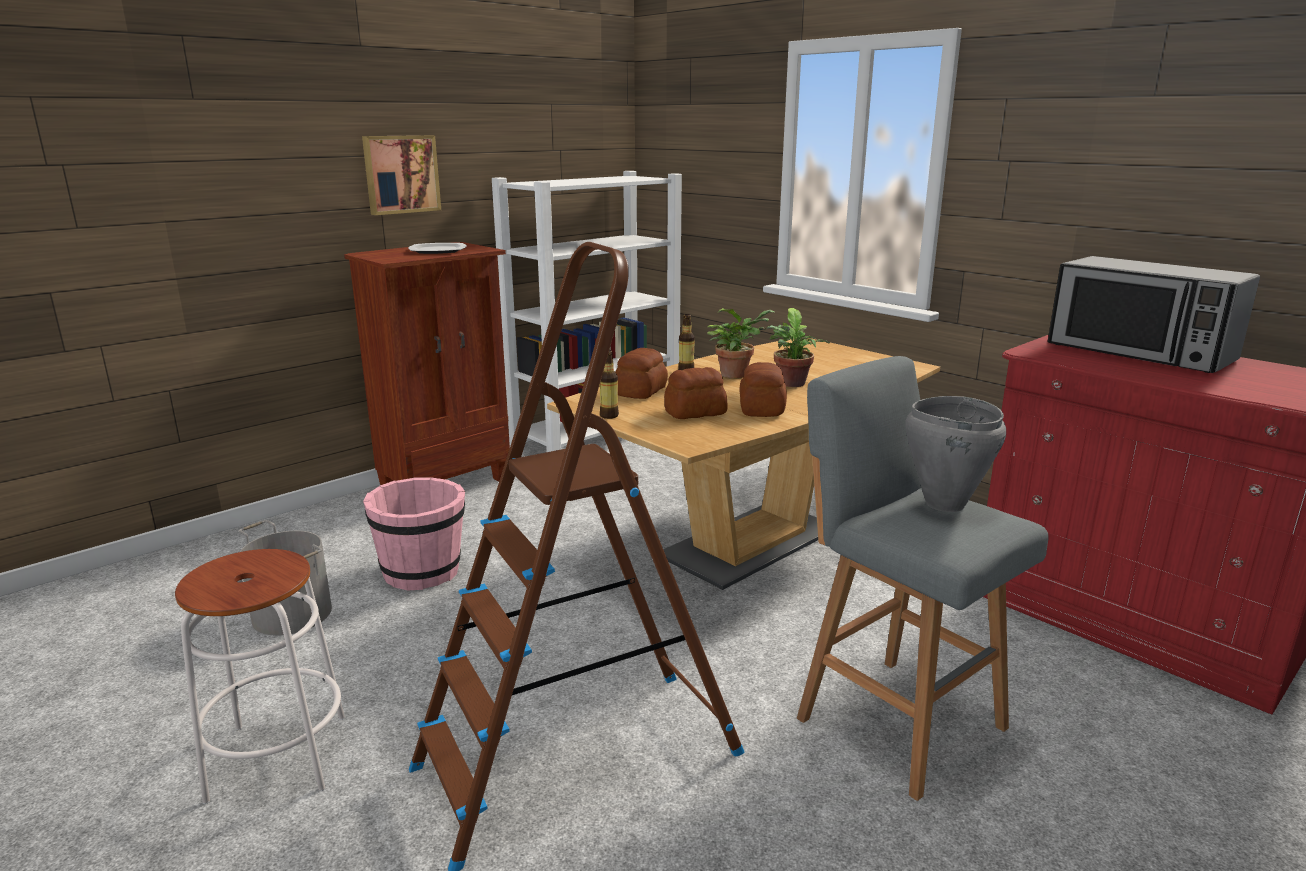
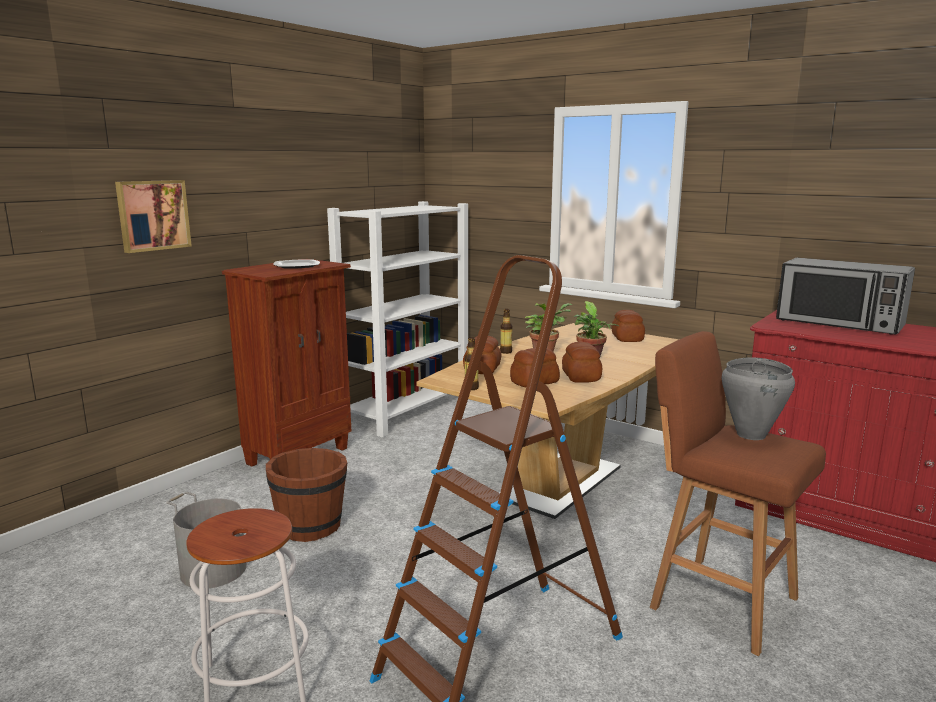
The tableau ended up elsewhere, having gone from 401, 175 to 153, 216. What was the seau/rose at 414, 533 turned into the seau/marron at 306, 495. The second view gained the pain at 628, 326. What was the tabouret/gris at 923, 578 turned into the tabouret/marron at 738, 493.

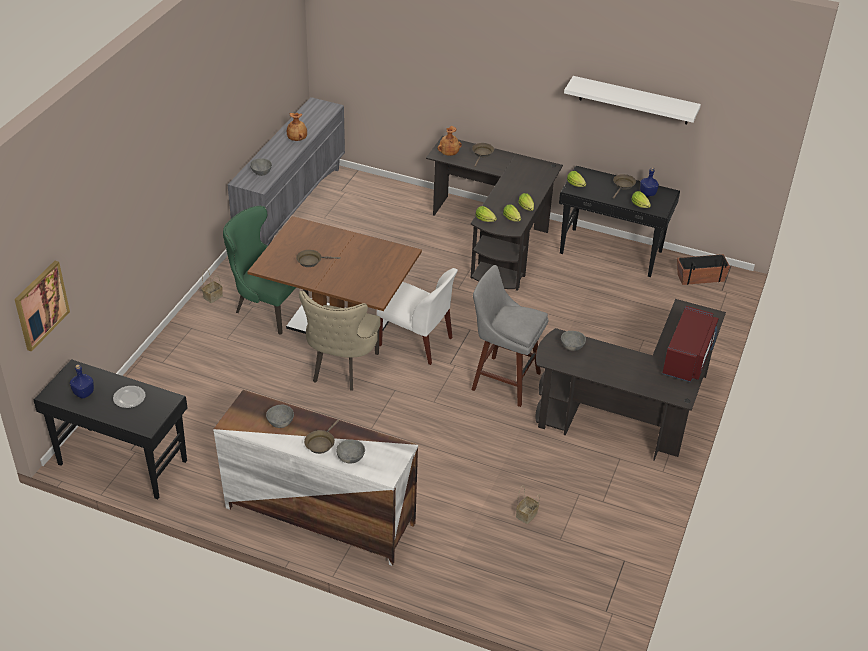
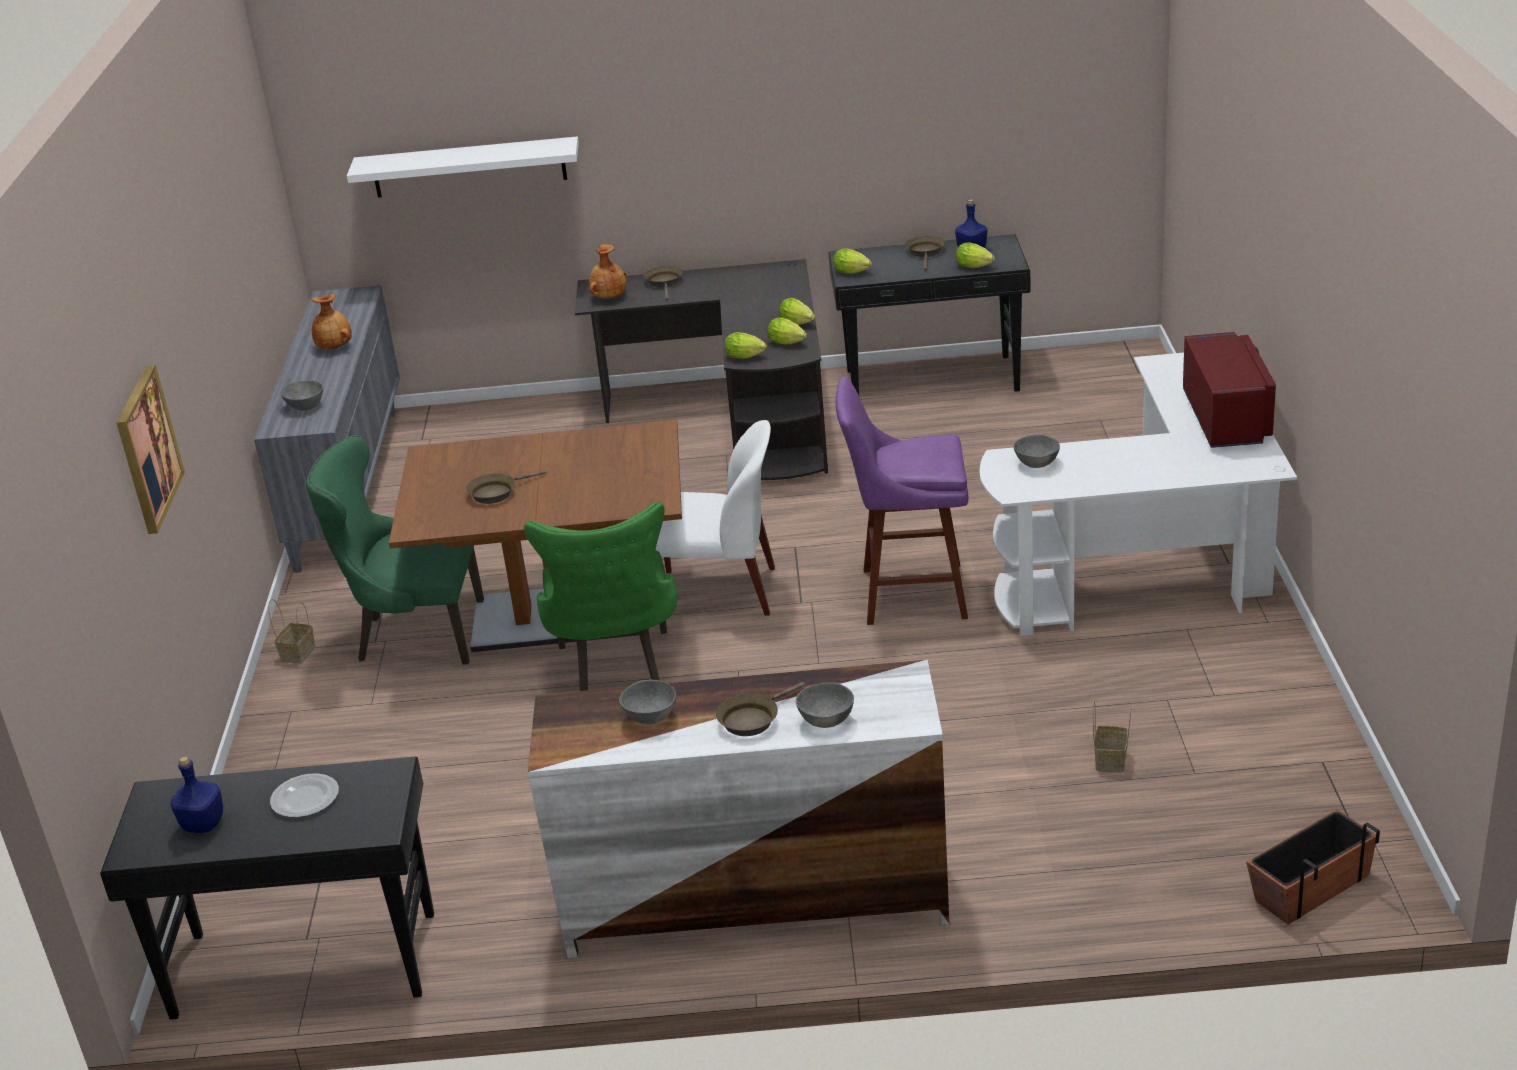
The tableau ended up elsewhere, having gone from 42, 306 to 150, 449. The étagère/blanc ended up elsewhere, having gone from 632, 100 to 463, 167. What was the chaise/beige at 340, 341 turned into the chaise/vert at 600, 596. The poêle/marron at 321, 436 ended up facing another way, 45 degrees clockwise from before. What was the tabouret/gris at 509, 336 turned into the tabouret/violet at 901, 500. What was the bureau/noir at 630, 380 turned into the bureau/blanc at 1138, 494. The cache-pot ended up elsewhere, having gone from 703, 269 to 1313, 866.

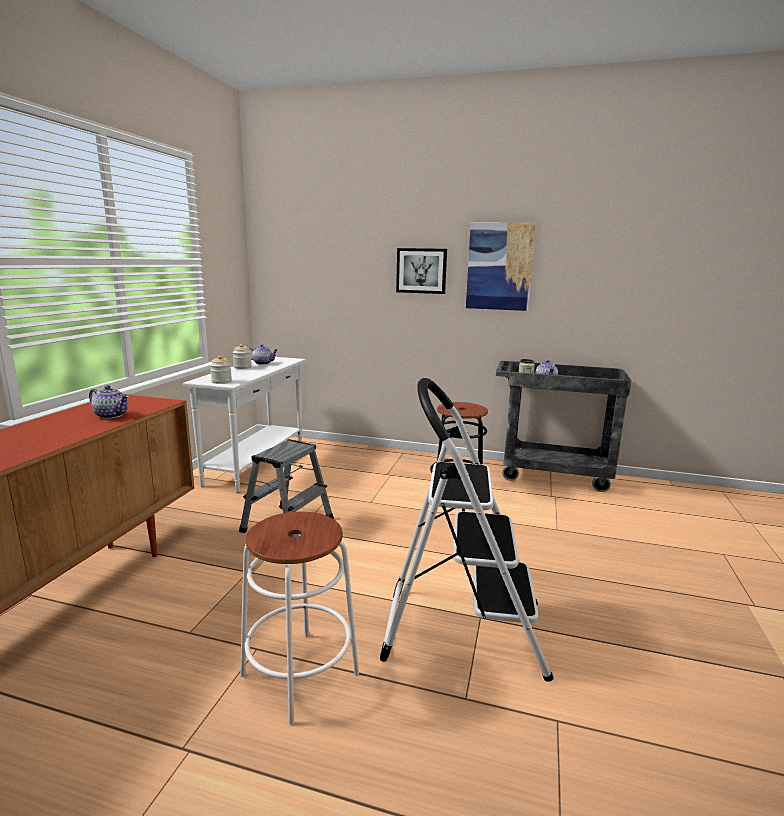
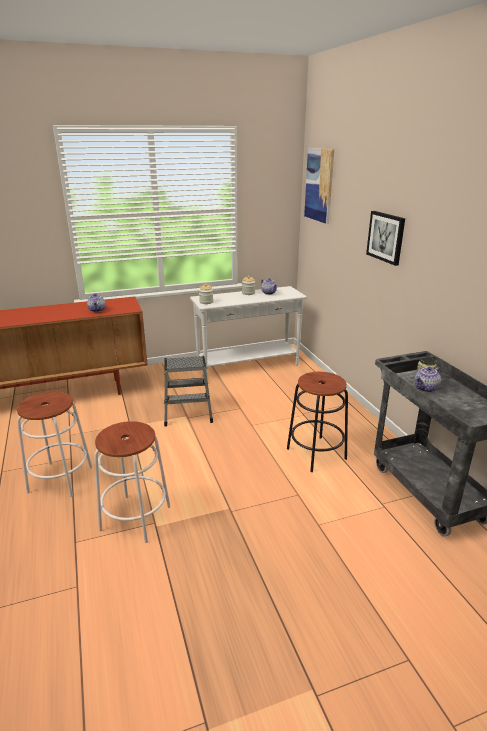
Where the escabeau stood at 466, 530, the tabouret/blanc came to stand at 132, 482. The tableau ended up elsewhere, having gone from 501, 267 to 319, 186.

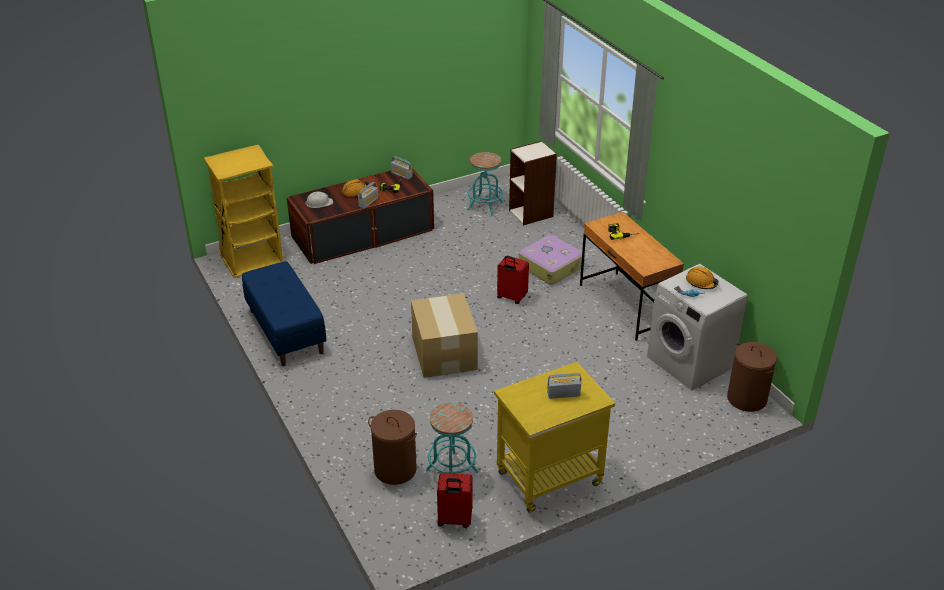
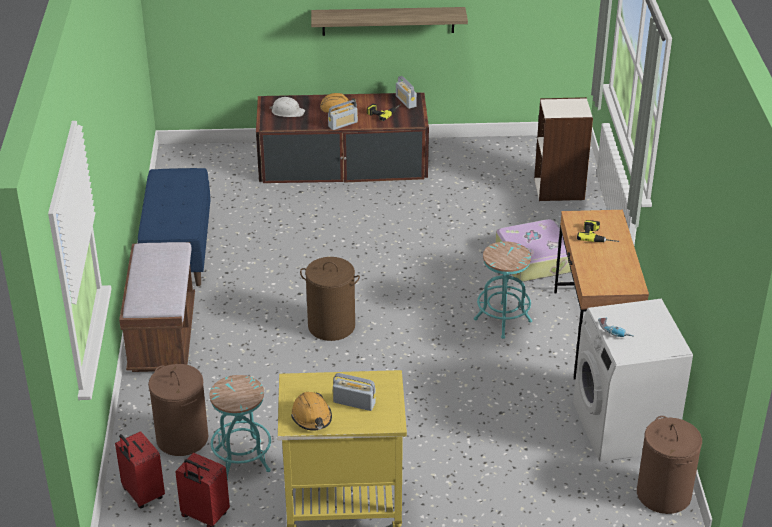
The valise/rouge ended up elsewhere, having gone from 513, 279 to 140, 469. The second view gained the banc/marron at 157, 307. The casque de chantier/orange ended up elsewhere, having gone from 702, 278 to 311, 411. Where the carton stood at 444, 335, the panier à linge/marron came to stand at 330, 299. The second view gained the étagère at 389, 21. The tabouret/turquoise ended up elsewhere, having gone from 485, 184 to 503, 290. The second view lost the bibliothèque/jaune at 244, 211.

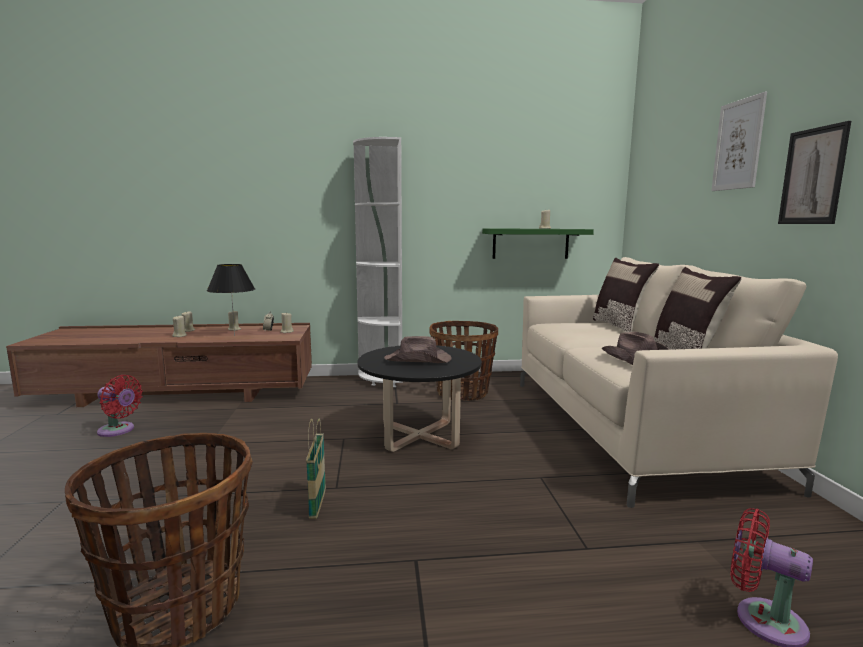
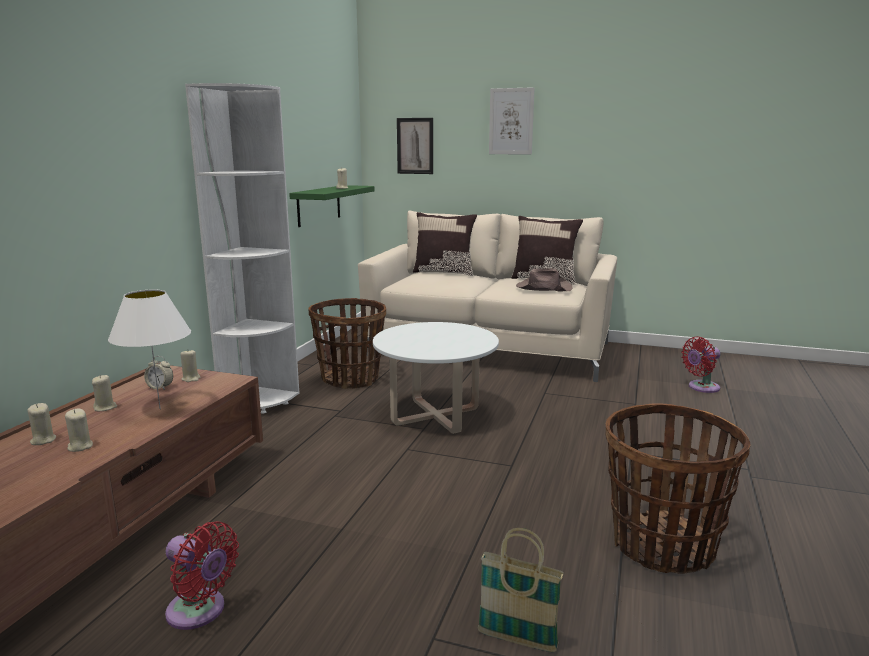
What was the lampe de table/noir at 231, 300 turned into the lampe de table/blanc at 149, 349. The ventilateur/rouge at 120, 406 ended up facing another way, 75 degrees clockwise from before. What was the table basse/noir at 419, 398 turned into the table basse/blanc at 436, 378. The tableau ended up elsewhere, having gone from 814, 172 to 415, 146. The panier ended up elsewhere, having gone from 316, 469 to 521, 590. The second view lost the chapeau/marron at 418, 349.

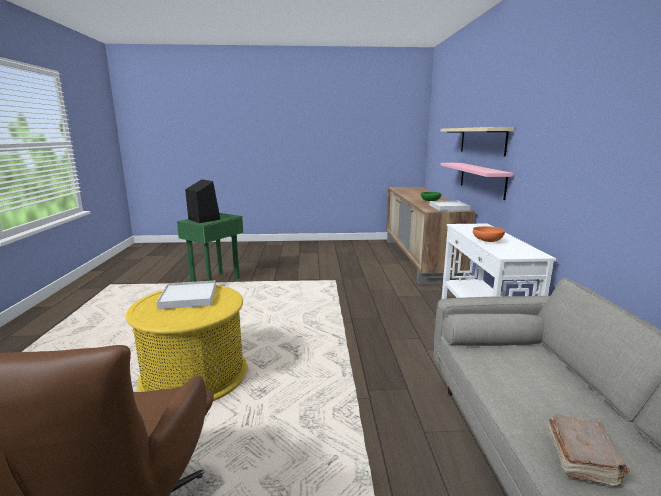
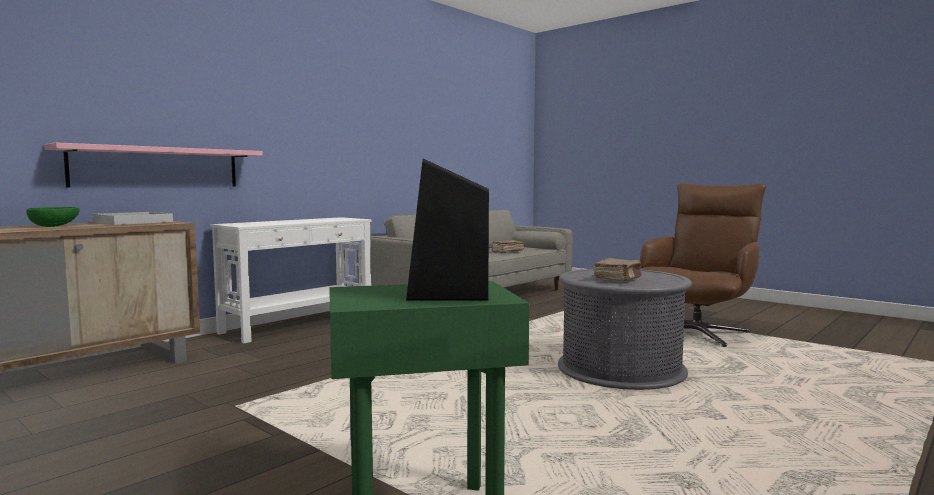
What was the table basse/jaune at 187, 343 turned into the table basse/gris at 625, 329. Where the plateau/blanc stood at 186, 295, the livre/marron came to stand at 618, 269. The second view lost the étagère/beige at 477, 142. The second view lost the bol/orange at 489, 234.

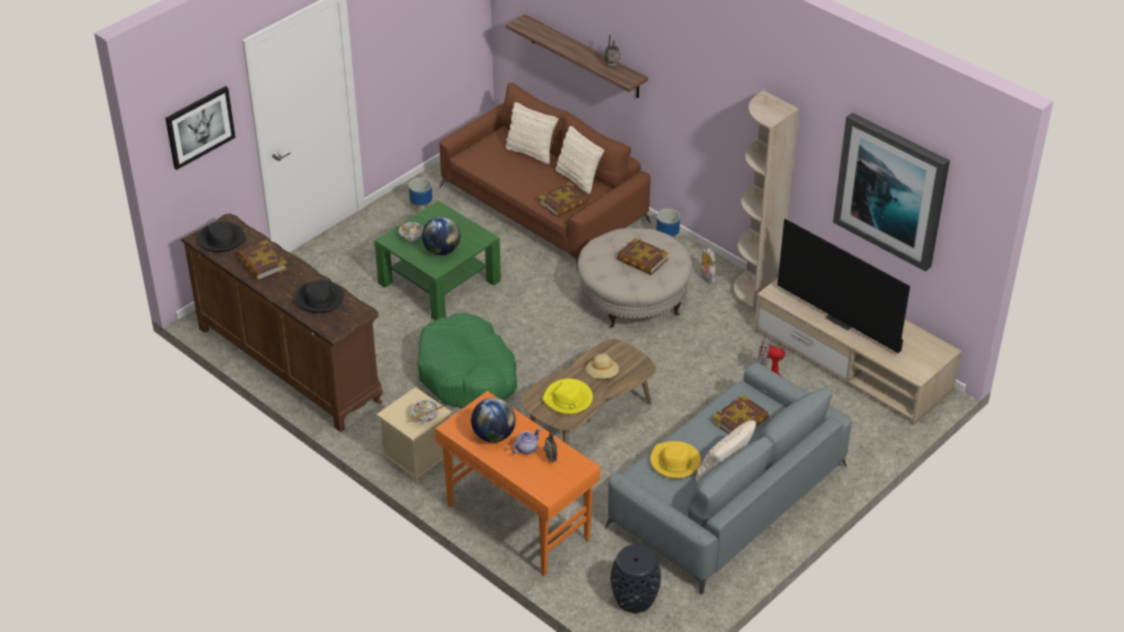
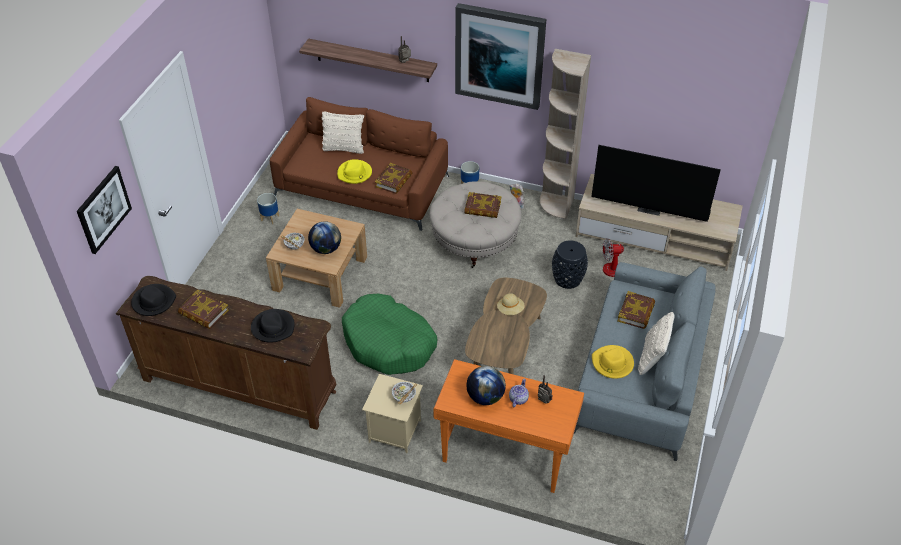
What was the table basse/vert at 437, 260 turned into the table basse/marron at 316, 258. The chapeau/jaune ended up elsewhere, having gone from 567, 396 to 354, 171. The tableau ended up elsewhere, having gone from 891, 192 to 500, 56. The tabouret/noir ended up elsewhere, having gone from 636, 579 to 570, 264. The second view lost the coussin/beige at 579, 160.

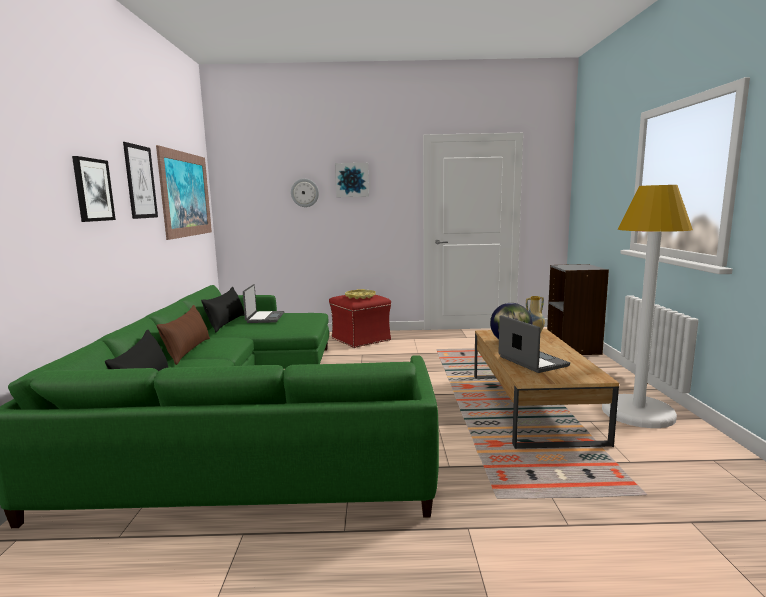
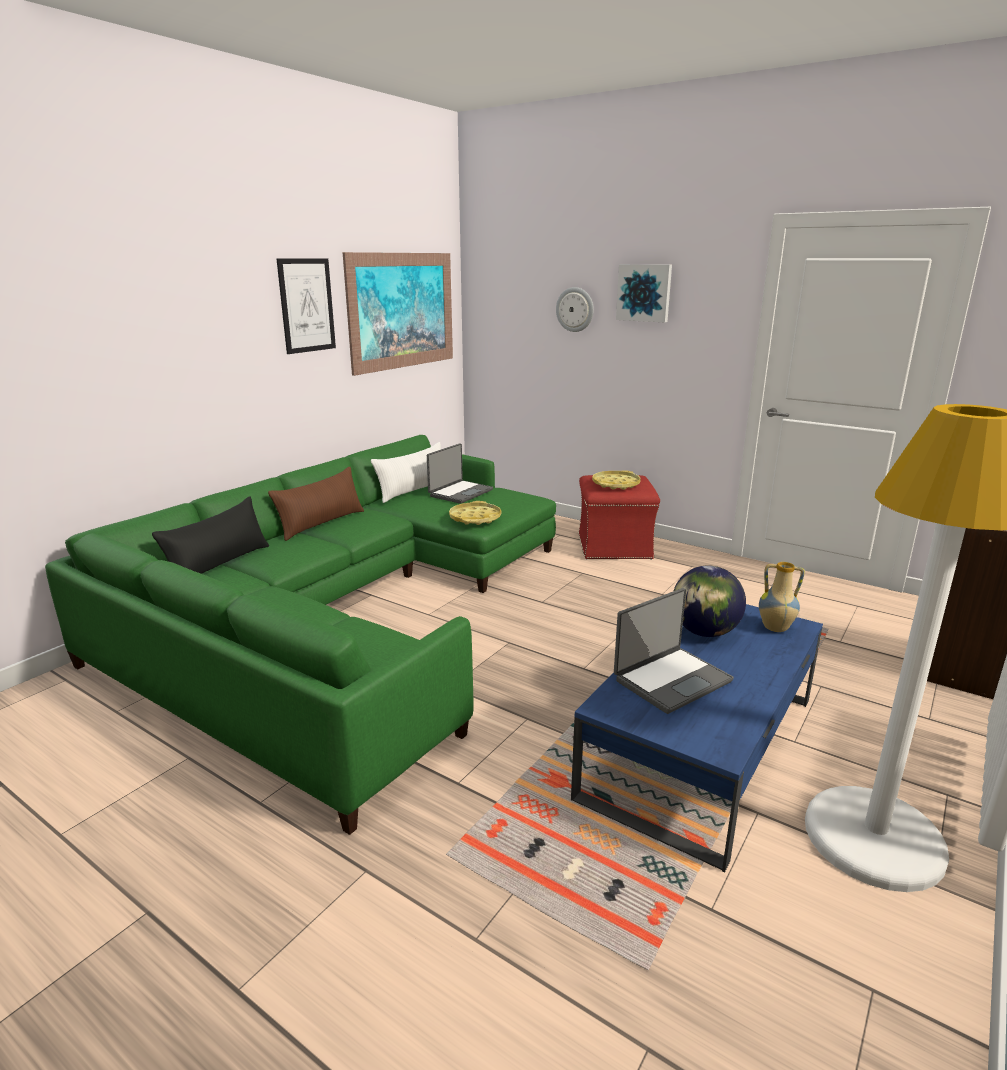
What was the coussin/noir at 222, 309 turned into the coussin/blanc at 406, 472. The second view gained the plateau/jaune at 475, 513. What was the table basse/marron at 546, 389 turned into the table basse/bleu at 697, 738. The ordinateur portable at 534, 344 ended up facing another way, 45 degrees clockwise from before. The second view lost the tableau at 94, 189.

